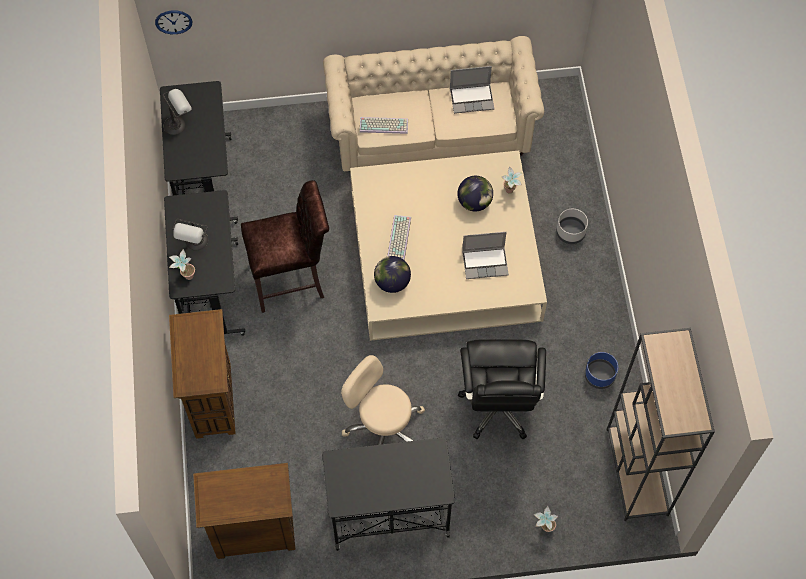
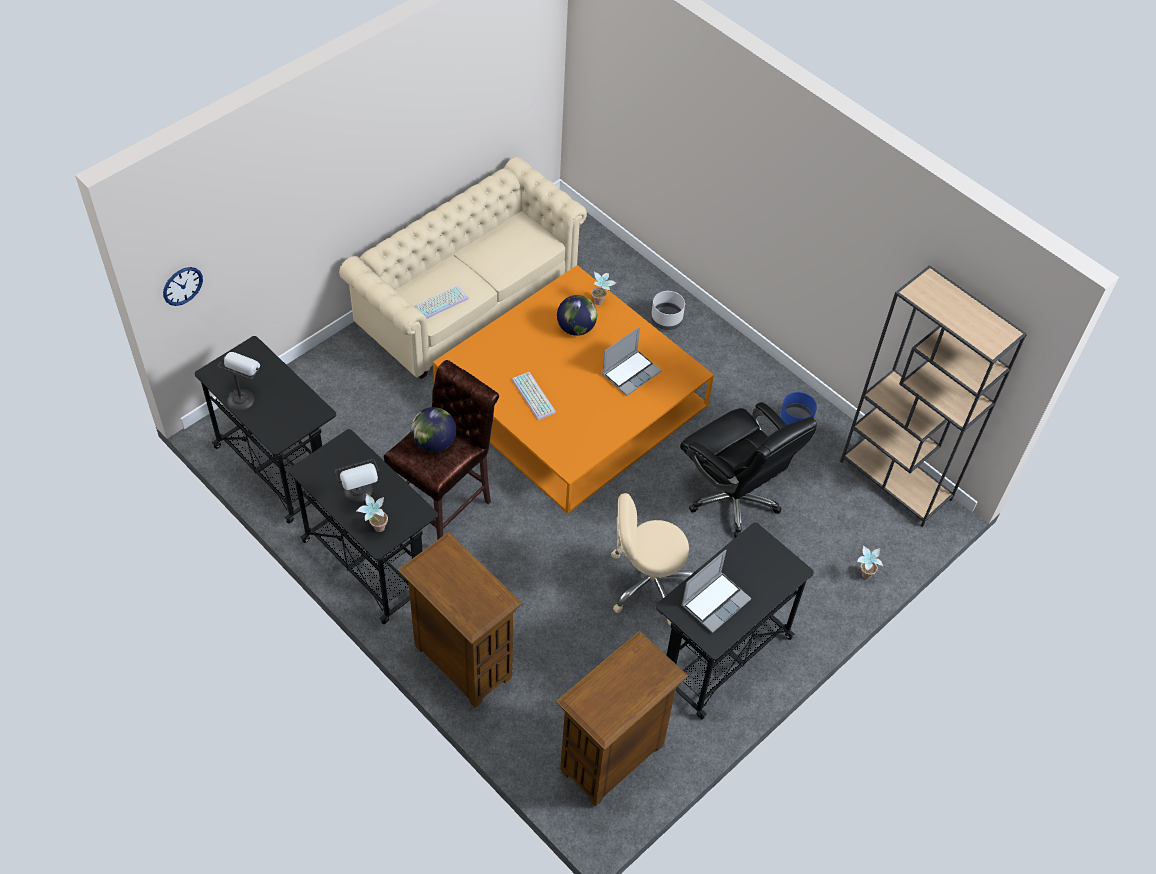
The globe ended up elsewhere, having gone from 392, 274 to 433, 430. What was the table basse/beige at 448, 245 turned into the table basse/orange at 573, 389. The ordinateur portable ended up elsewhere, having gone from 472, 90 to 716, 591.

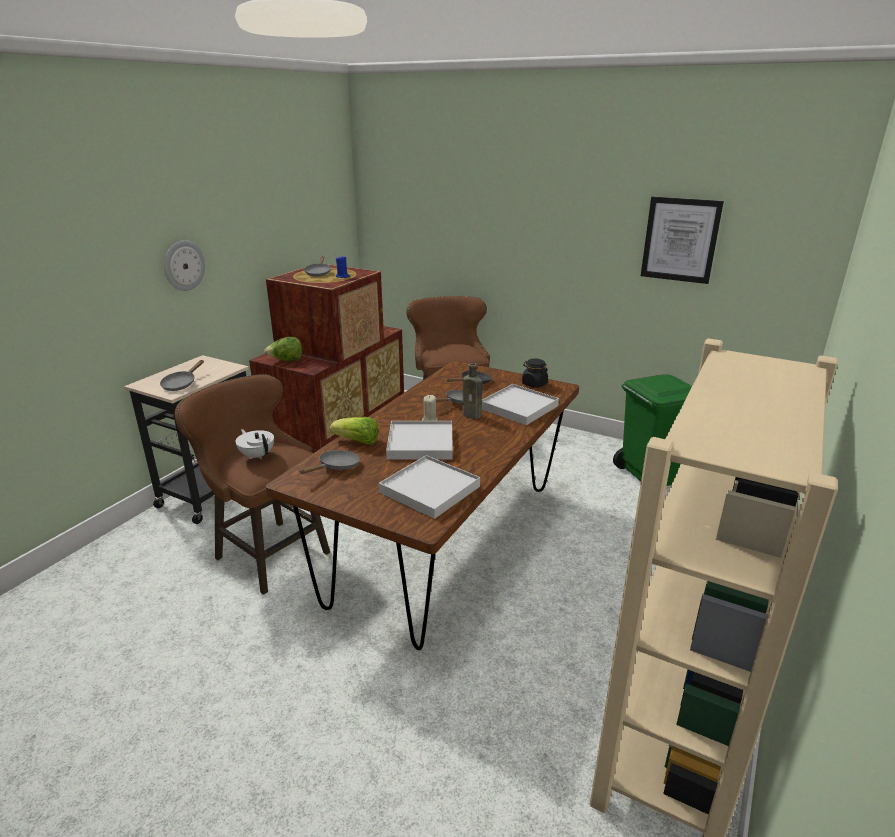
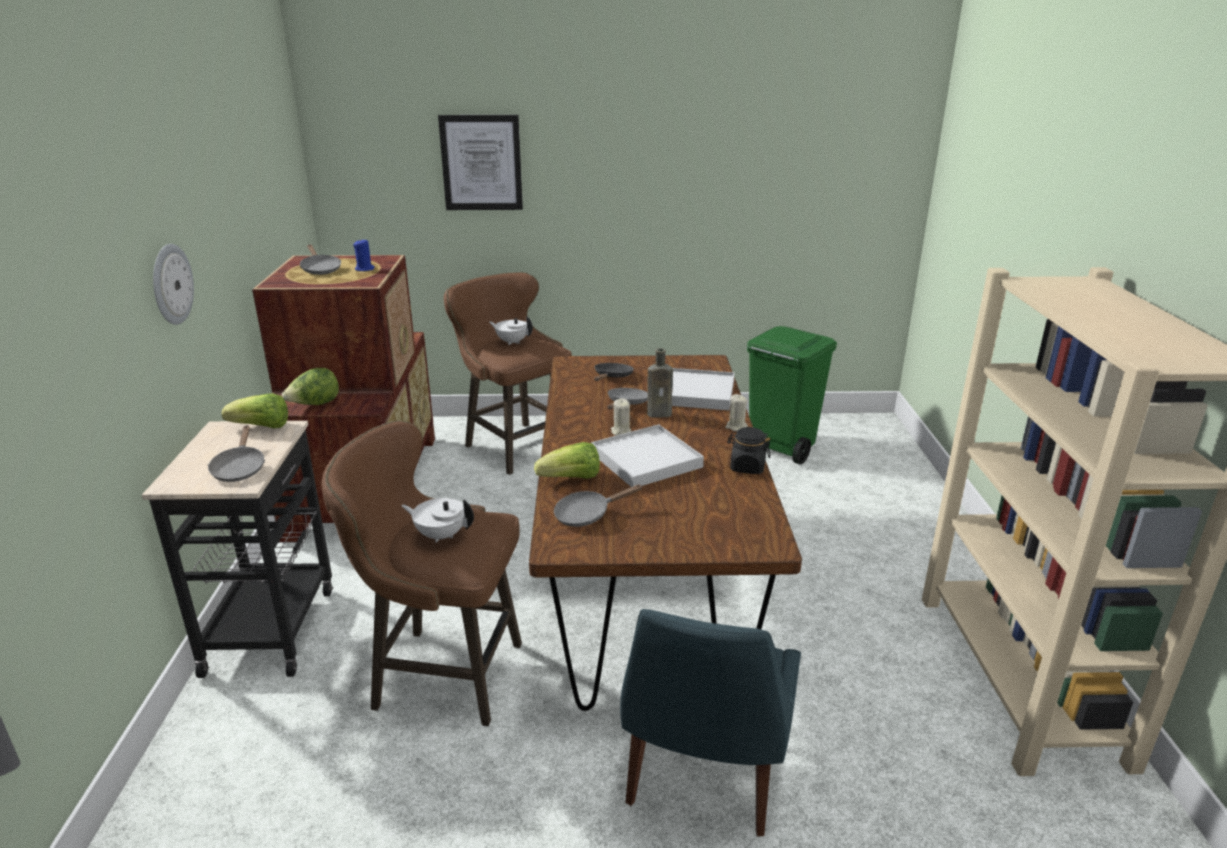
The second view gained the laitue at 255, 410. The tableau ended up elsewhere, having gone from 682, 240 to 480, 162. The second view gained the théière/blanc at 511, 330. The poêle/gris at 329, 462 ended up facing another way, 120 degrees counterclockwise from before. The second view gained the chaise/bleu at 710, 722. The second view gained the bougie/beige at 736, 412. The bocal/noir ended up elsewhere, having gone from 535, 373 to 749, 450. The second view lost the plateau/blanc at 429, 487.

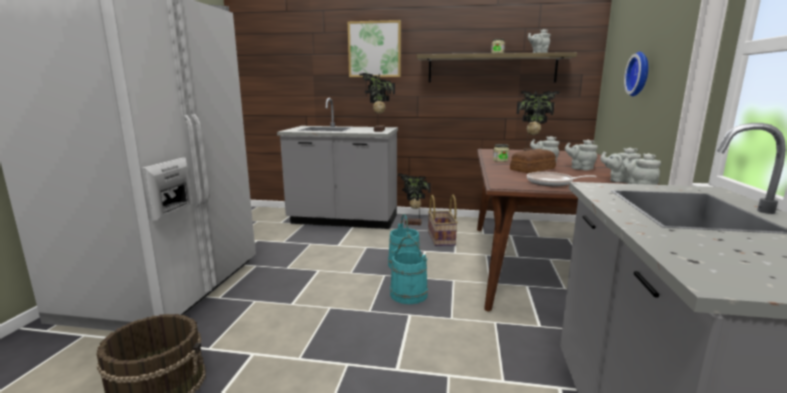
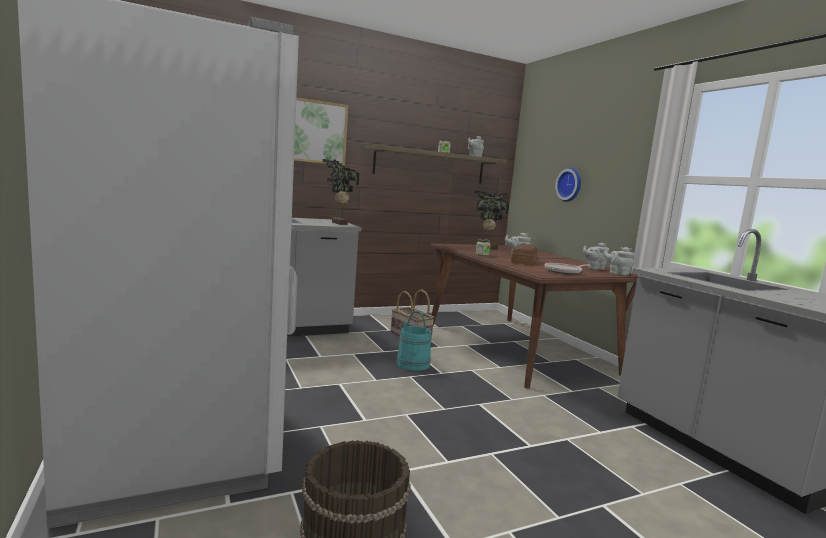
The second view lost the seau/turquoise at 409, 270. The second view lost the plante en pot at 414, 199. The second view lost the théière/gris at 581, 155.

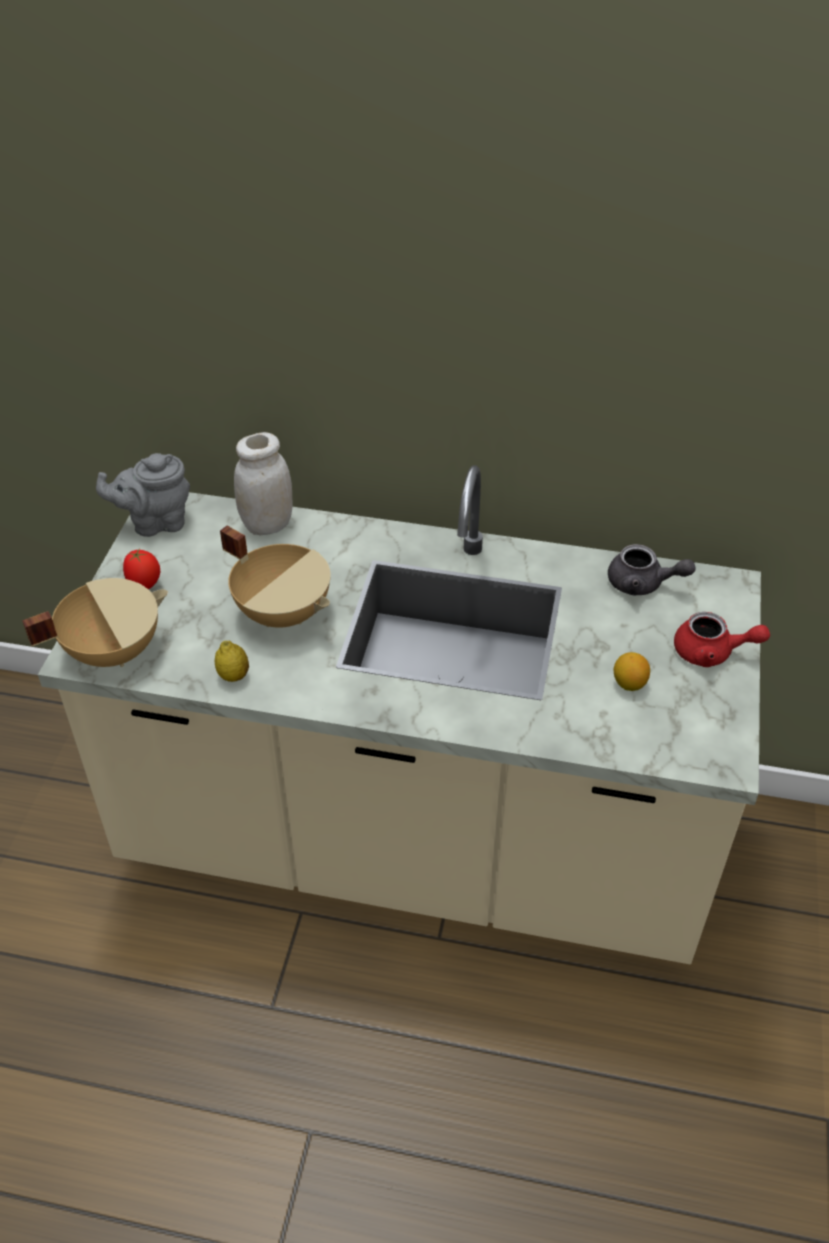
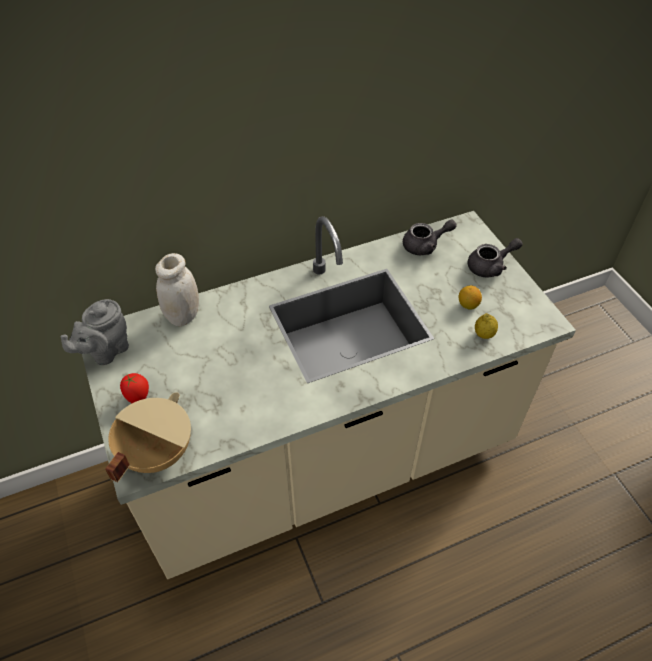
What was the théière/rouge at 722, 639 turned into the théière/gris at 495, 258. The citron ended up elsewhere, having gone from 232, 661 to 486, 326. The second view lost the marmite/beige at 275, 577.

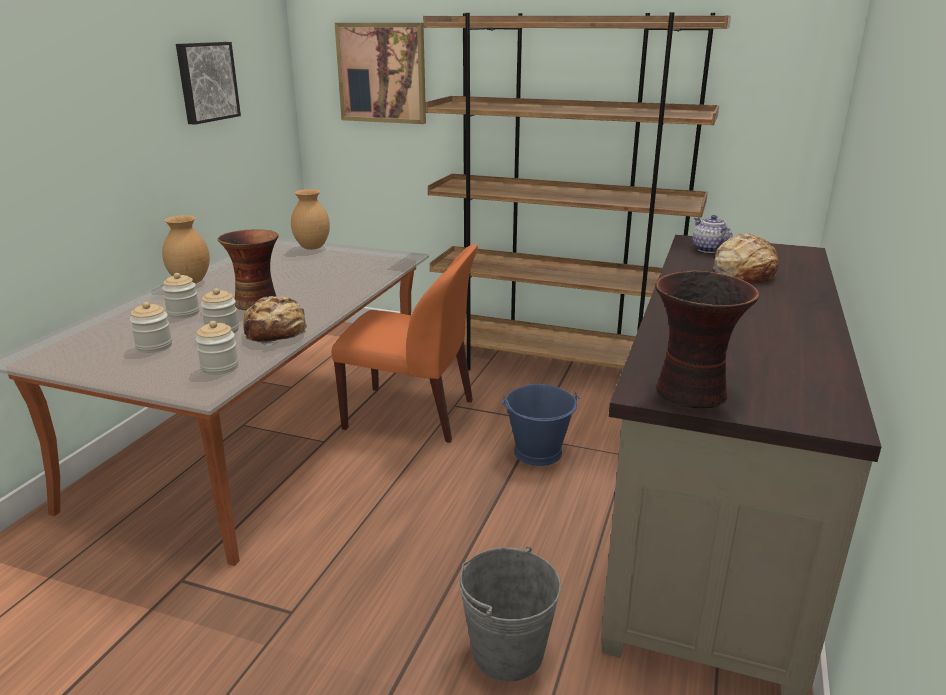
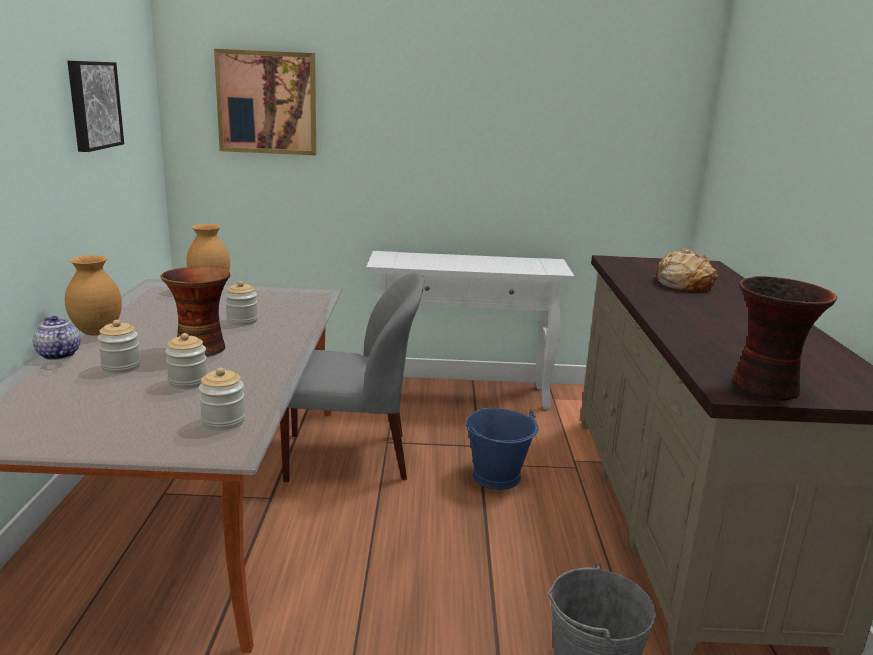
The théière ended up elsewhere, having gone from 713, 234 to 56, 338. The bocal ended up elsewhere, having gone from 151, 327 to 241, 303. What was the chaise/orange at 405, 343 turned into the chaise/gris at 352, 377. Where the bibliothèque/marron stood at 577, 191, the table console/blanc came to stand at 470, 330. The second view lost the pain at 275, 321.

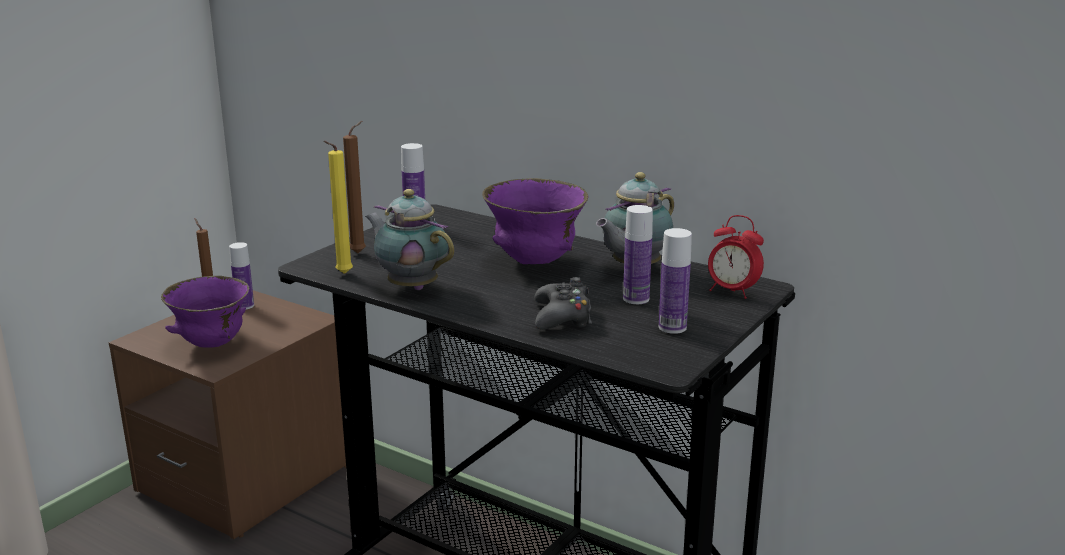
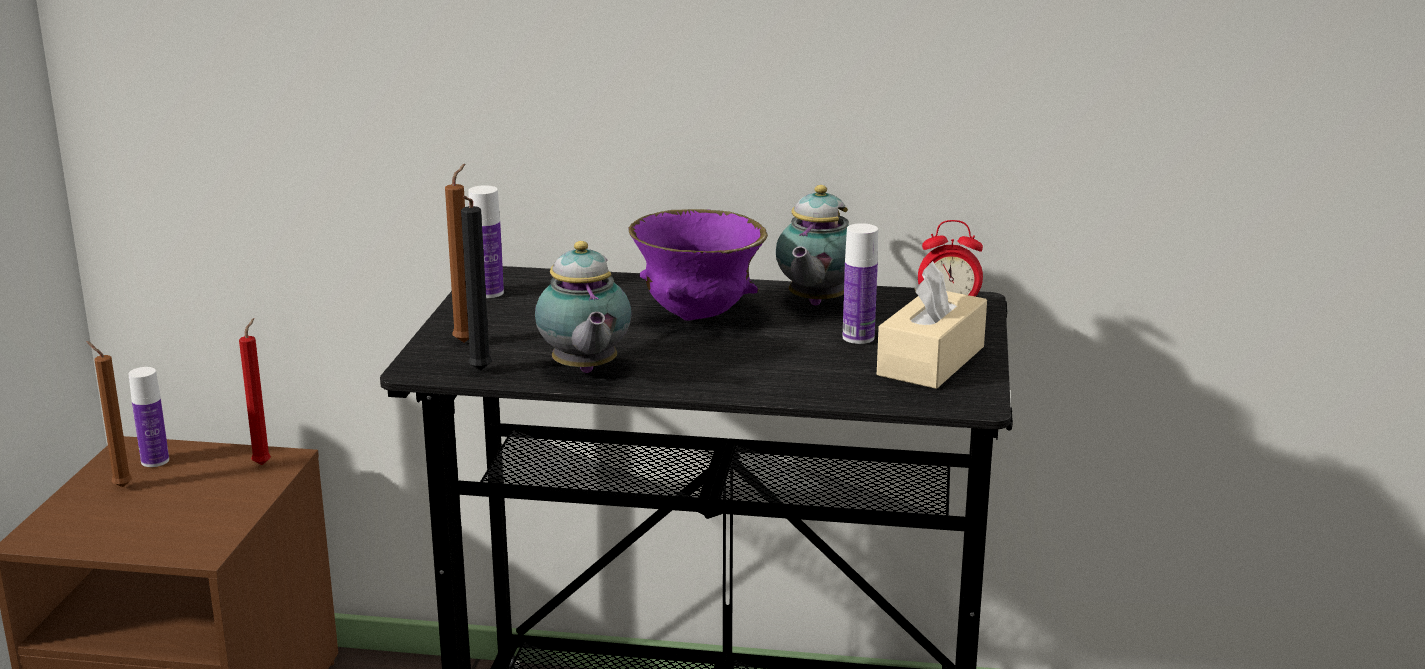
The second view gained the bougie/rouge at 255, 391. What was the bougie/jaune at 338, 207 turned into the bougie/noir at 476, 283. The théière at 409, 239 ended up facing another way, 120 degrees counterclockwise from before. Where the bouteille stood at 675, 281, the boîte à mouchoirs/beige came to stand at 932, 325. The second view lost the bol/violet at 205, 312. The second view lost the manette/noir at 563, 303.

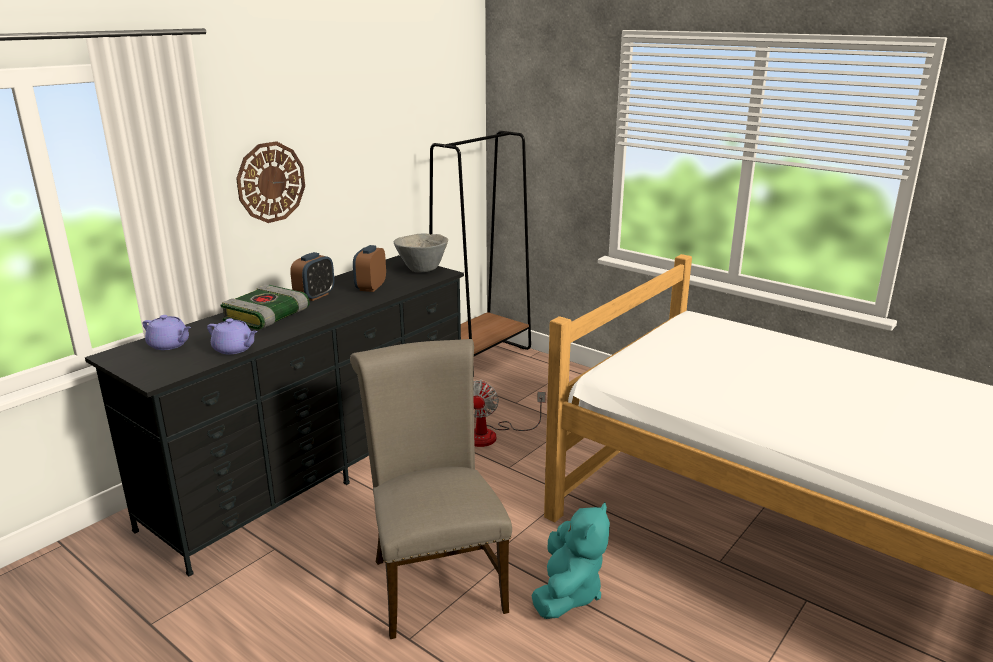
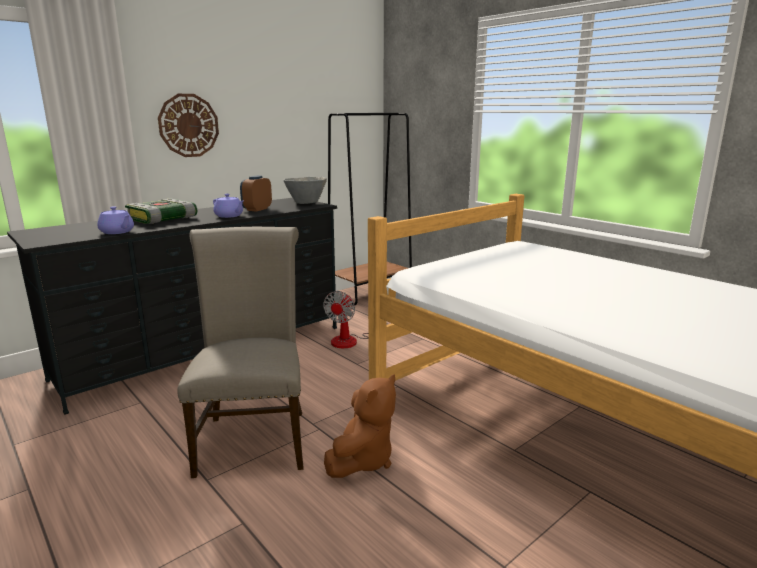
The théière/violet ended up elsewhere, having gone from 167, 332 to 228, 206. What was the peluche/turquoise at 571, 560 turned into the peluche/marron at 360, 426. The second view lost the réveil at 312, 276.

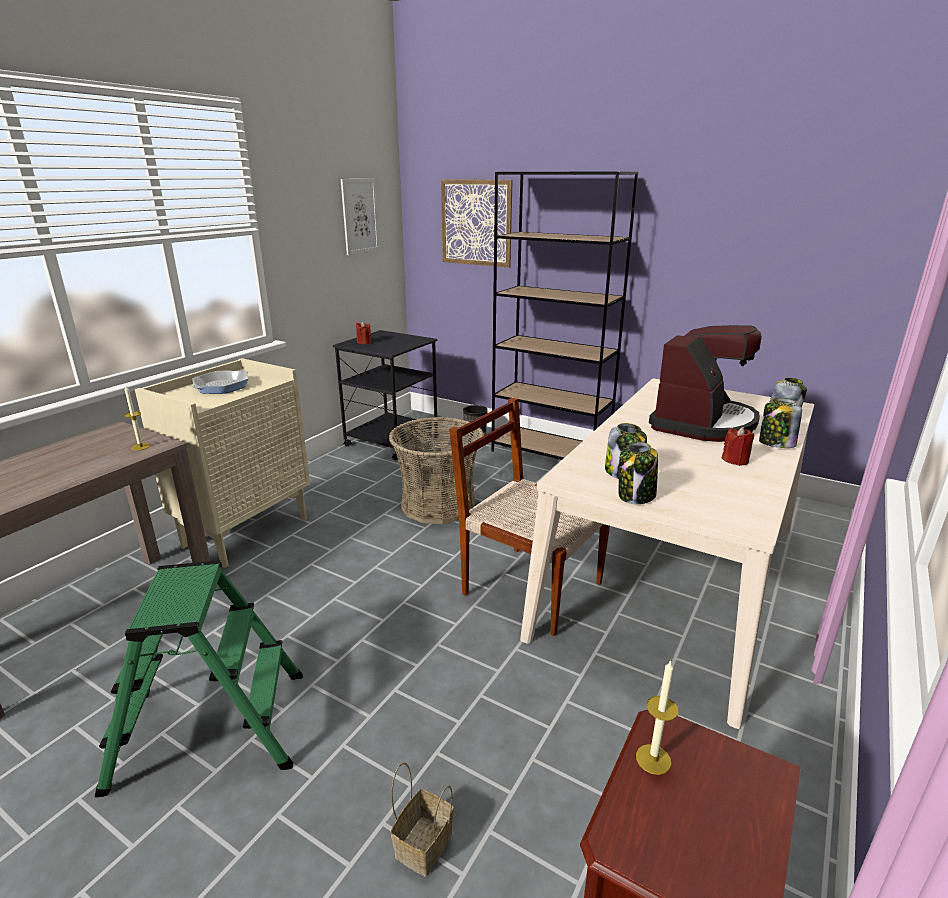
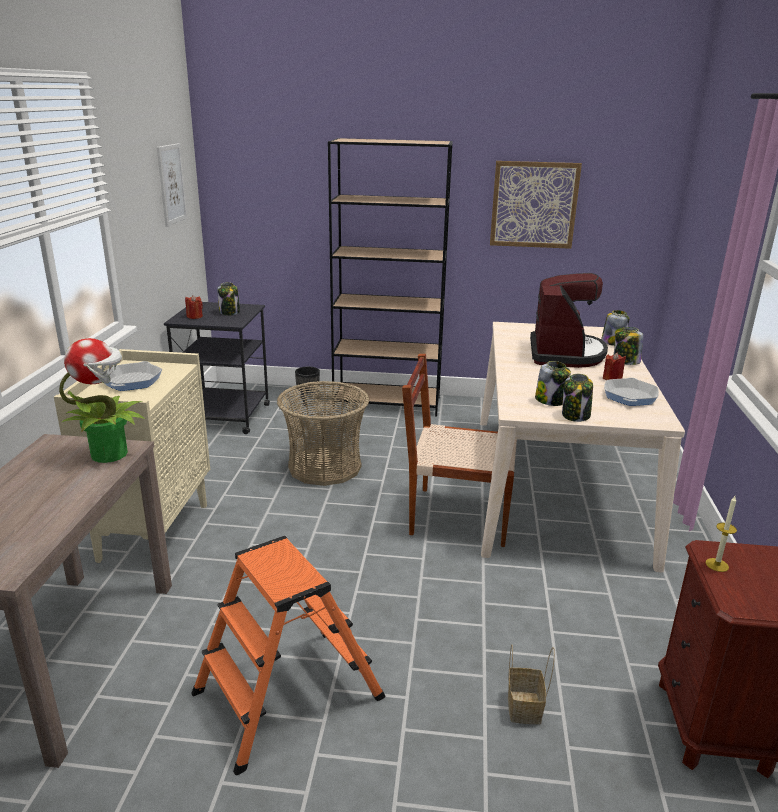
Where the bougie stood at 137, 418, the plante en pot came to stand at 102, 400. What was the escabeau/vert at 199, 678 turned into the escabeau/orange at 288, 655. The second view gained the bocal at 228, 298. The tableau ended up elsewhere, having gone from 477, 222 to 536, 205. The second view gained the poêle at 631, 391.

